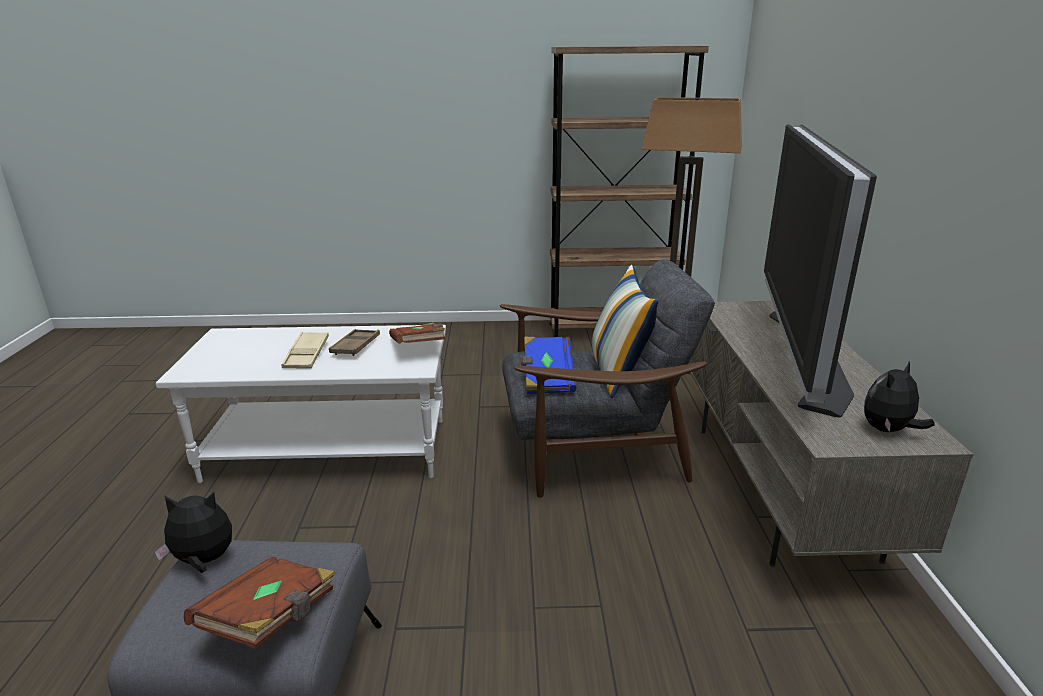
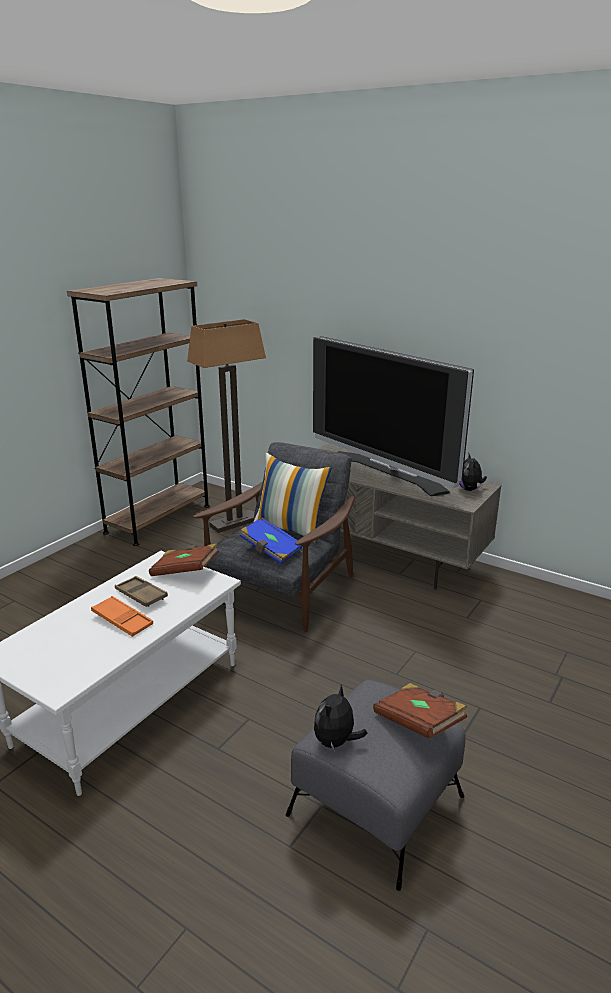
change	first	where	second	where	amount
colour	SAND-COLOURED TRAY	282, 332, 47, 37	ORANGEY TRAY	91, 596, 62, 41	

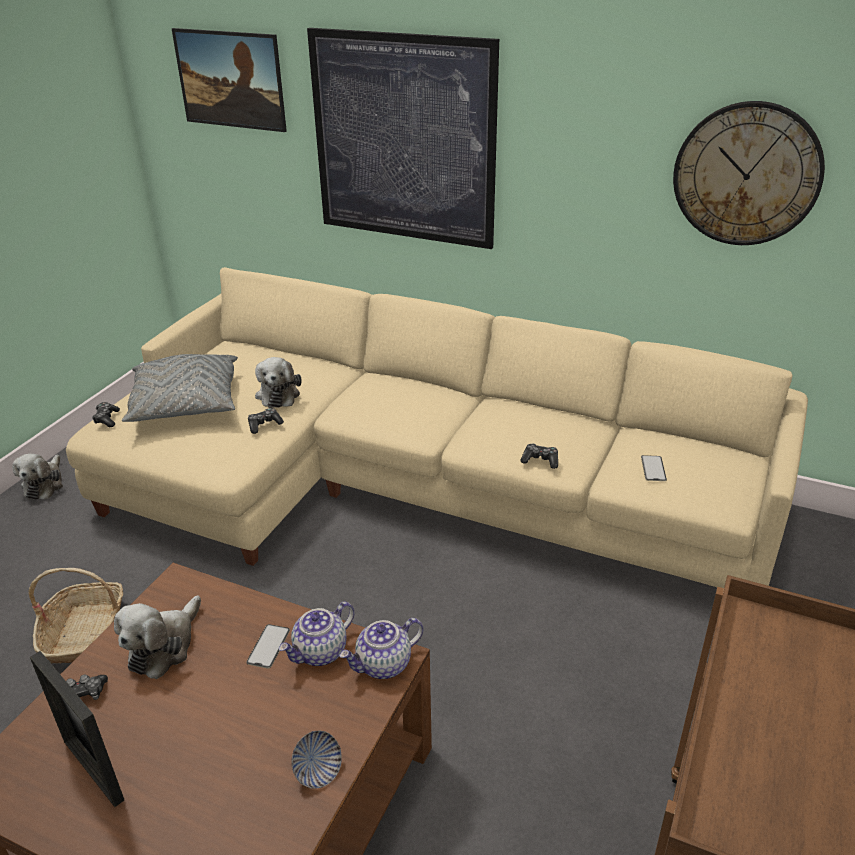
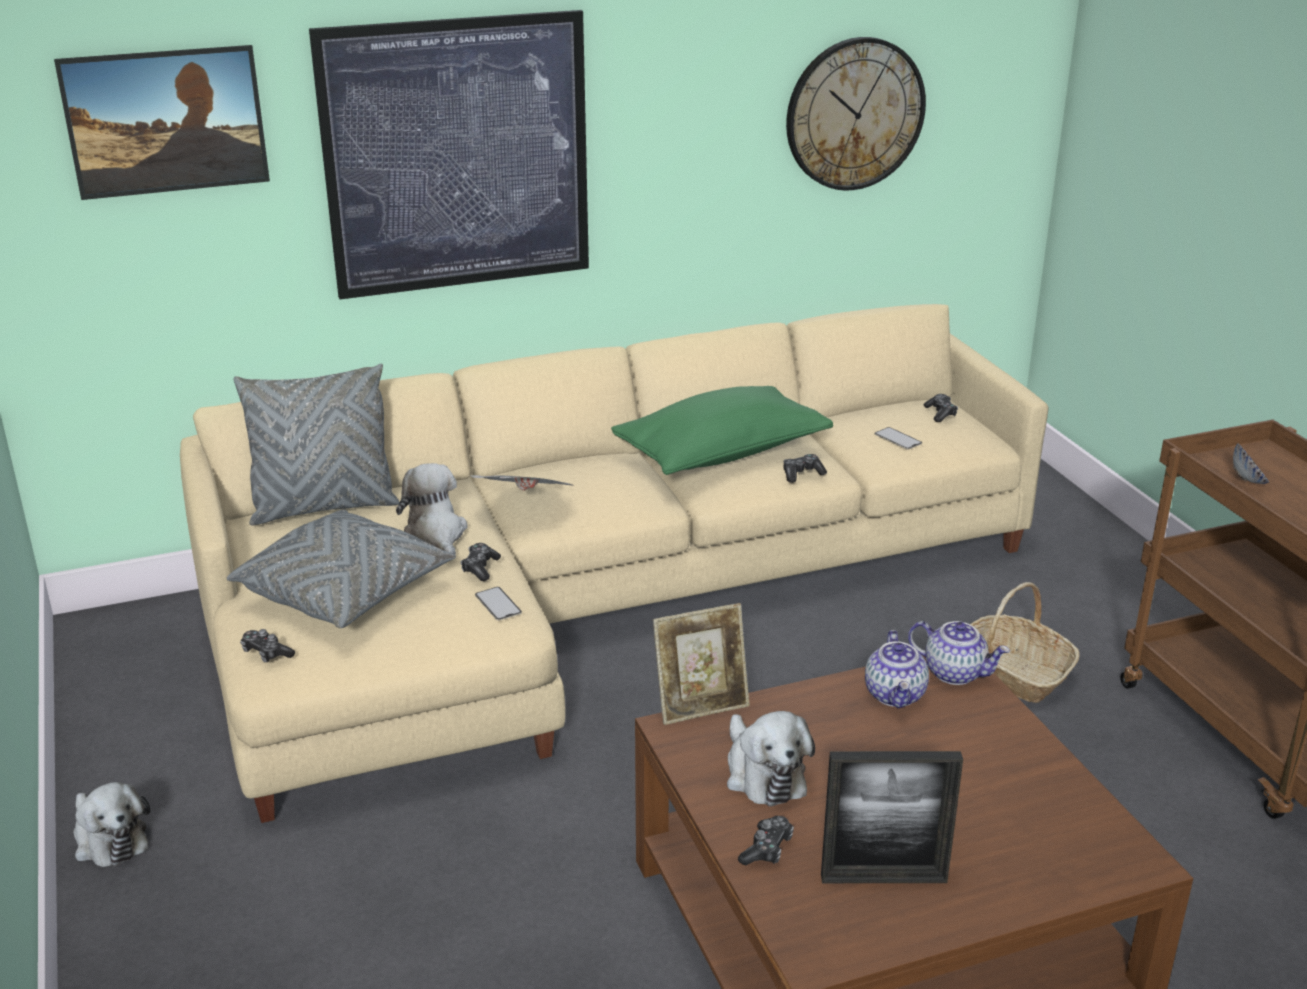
change	first	where	second	where	amount
spun	SOFT TOY	255, 357, 47, 51		396, 463, 72, 92	150 degrees counterclockwise
relocated	HOUSEHOLD BASKET	29, 568, 94, 96		970, 582, 110, 121	
spun	TEA POT	339, 618, 84, 61		908, 621, 102, 64	75 degrees counterclockwise
relocated	HANDSET	246, 624, 44, 45		475, 587, 47, 34	
relocated	BOWL	291, 731, 51, 58		1233, 443, 36, 41	
appeared			GRAY THROW PILLOW	233, 364, 166, 162	
appeared			GREENISH THROW PILLOW	611, 386, 222, 89	
appeared			GAME CONTROLLER	924, 394, 34, 28	
appeared			NEWSPAPER	470, 475, 105, 16	
appeared			STANDING FRAME	653, 603, 97, 122	

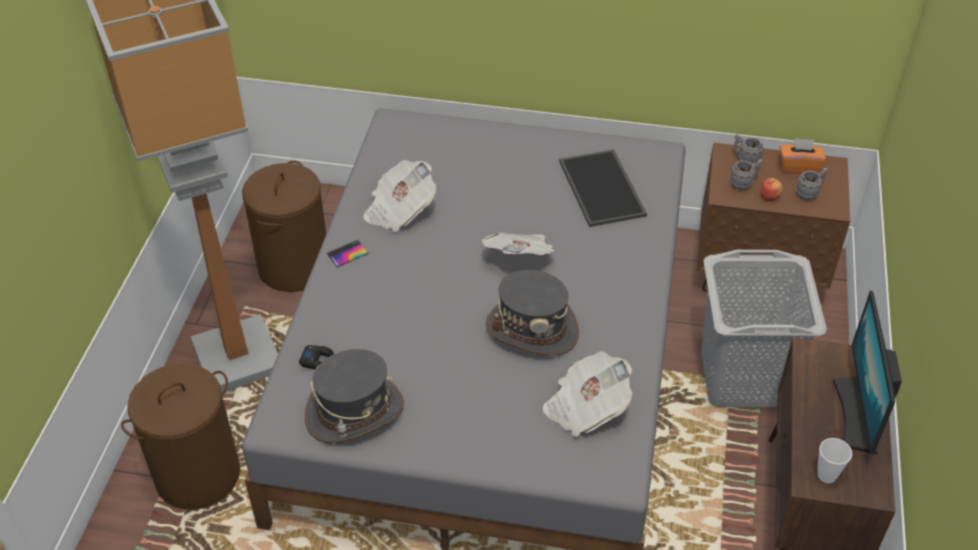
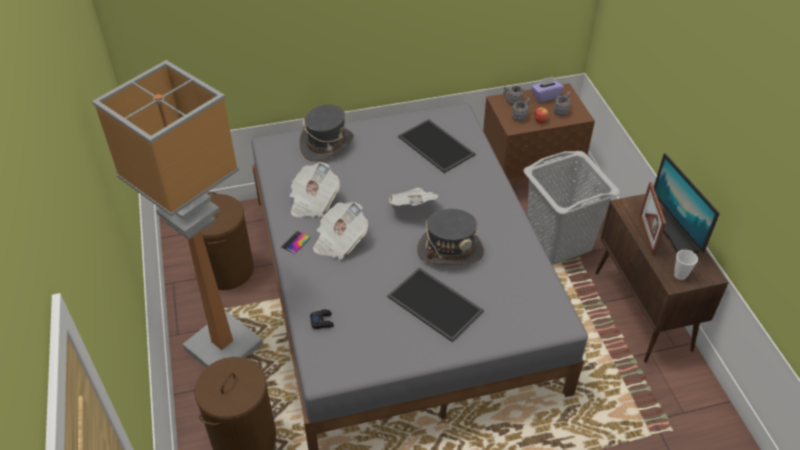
change	first	where	second	where	amount
colour	ORANGEY TISSUE BOX	780, 138, 46, 36	PURPLE-COLOURED TISSUE BOX	531, 76, 33, 27	
relocated	GRAY HAT	305, 349, 99, 94		299, 105, 55, 56	
relocated	NEWSPAPER	543, 351, 89, 86		313, 202, 55, 57	
appeared			STANDING FRAME	640, 182, 26, 74	
appeared			TRAY	388, 267, 96, 75	

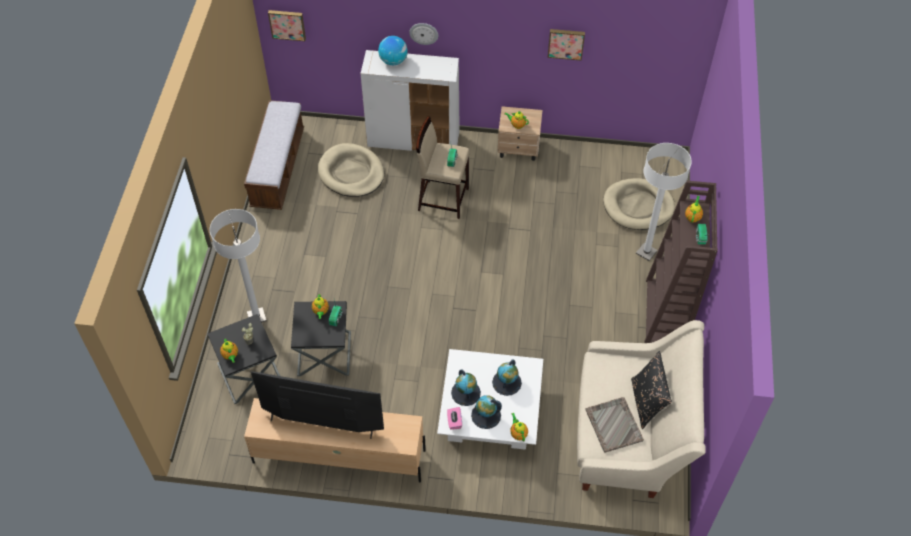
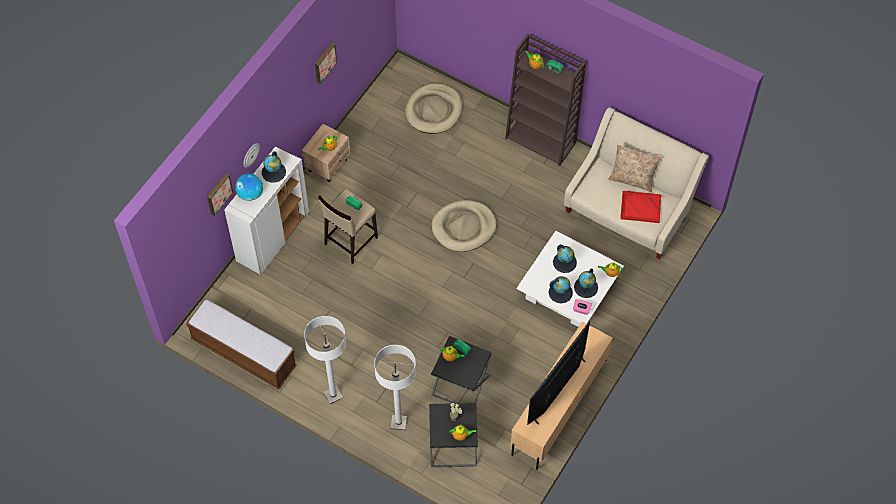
change	first	where	second	where	amount
relocated	PICTURE	268, 10, 38, 31		207, 174, 26, 42	
relocated	SAND-COLOURED DOG BED	318, 143, 66, 54		432, 200, 64, 52	
relocated	WHITE STANDING LAMP	636, 143, 56, 118		304, 316, 42, 88	
colour	BLACK THROW PILLOW	631, 351, 41, 78	SAND-COLOURED THROW PILLOW	609, 145, 52, 47	
colour	GRAY TRAY	586, 397, 58, 56	RED TRAY	620, 191, 41, 32	
appeared			WORLD GLOBE	262, 151, 24, 31	

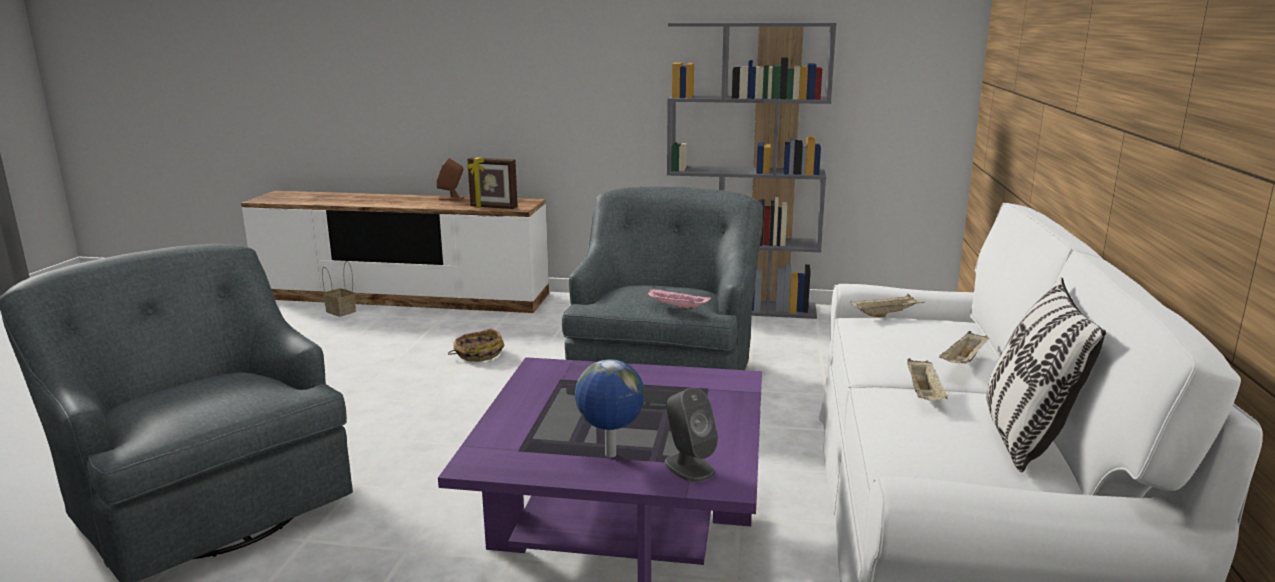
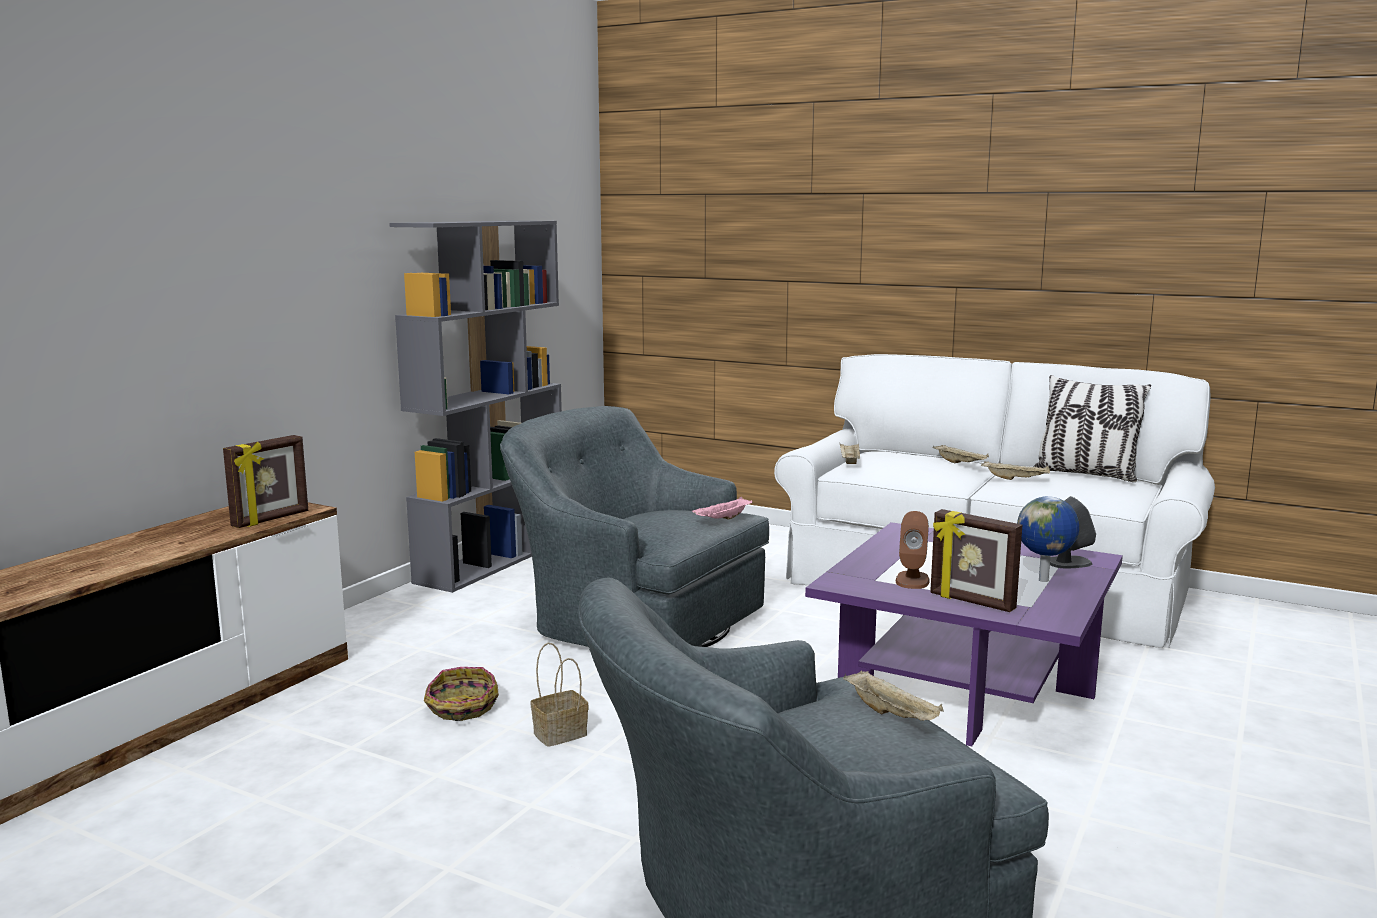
change	first	where	second	where	amount
relocated	BROWN LOUDSPEAKER	437, 158, 27, 42		896, 511, 34, 78	
relocated	HOUSEHOLD BASKET	322, 261, 34, 56		531, 642, 58, 105	
appeared			STANDING FRAME	930, 509, 92, 103	
appeared			SAND-COLOURED TRAY	843, 671, 101, 50	

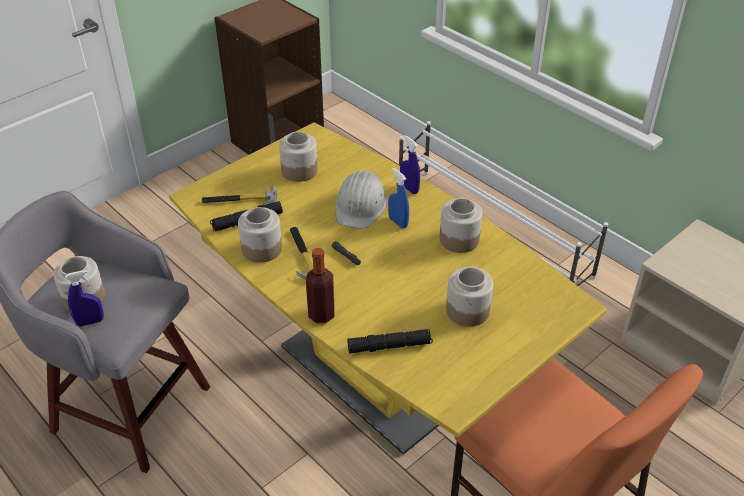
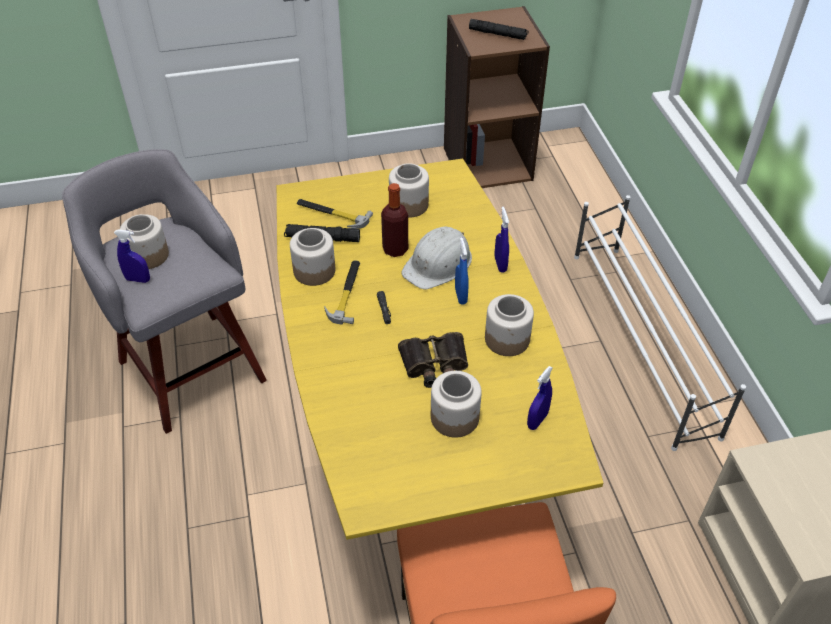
change	first	where	second	where	amount
relocated	DRINK BOTTLE	306, 248, 29, 75		381, 183, 27, 74	
relocated	BLACK HAND TORCH	347, 329, 86, 25		469, 19, 59, 21	
appeared			FIELD GLASSES	398, 332, 70, 56	
appeared			BLUE-COLOURED SPRAY BOTTLE	527, 366, 26, 64	

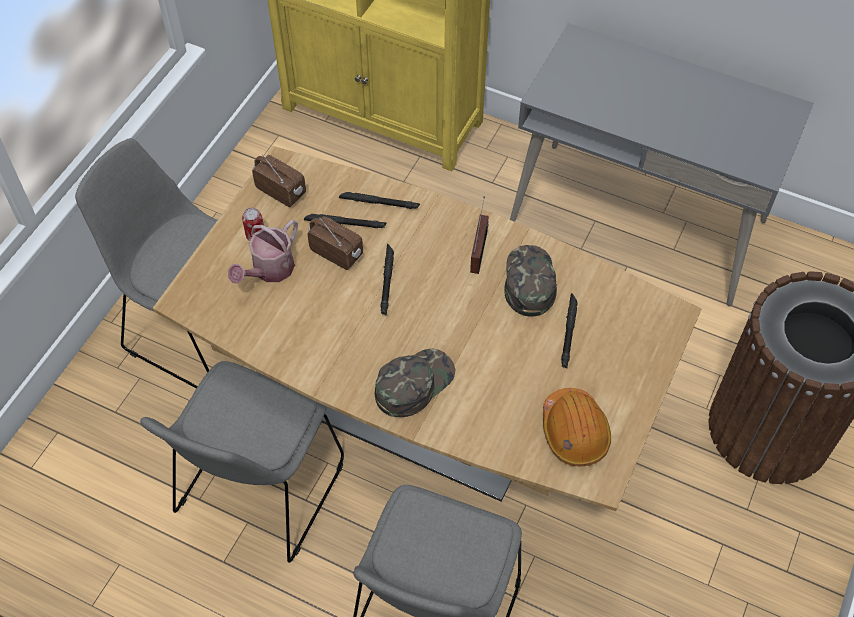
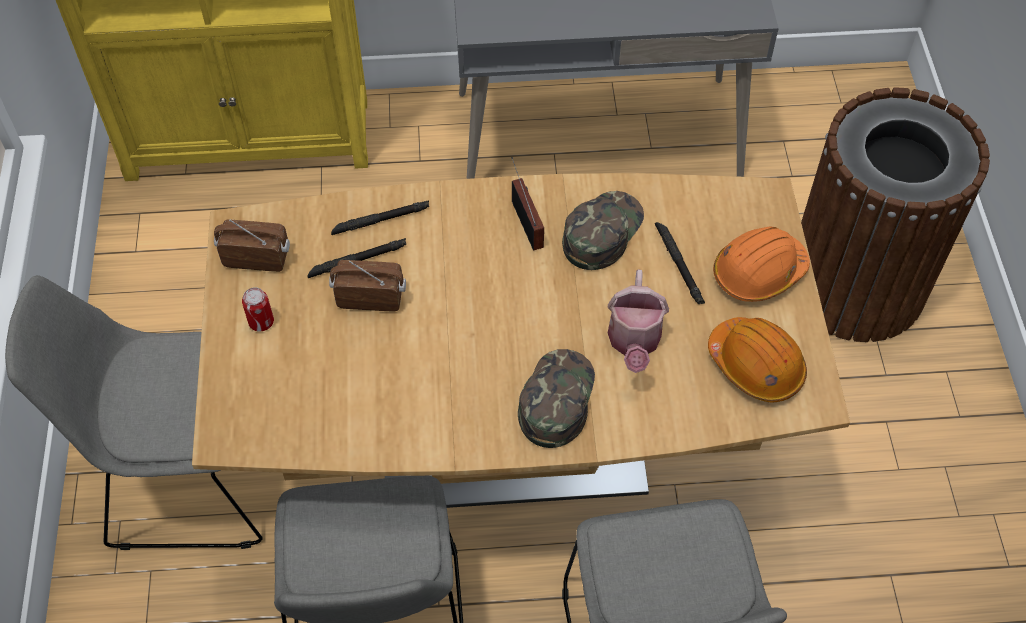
change	first	where	second	where	amount
relocated	WATERING POT	228, 220, 70, 64		608, 269, 61, 104	
missing	BLACK HAND TORCH	380, 244, 14, 71			
spun	GREENISH PEAKED CAP	504, 245, 53, 72		562, 191, 82, 79	60 degrees clockwise
appeared			ORANGEY WORK HELMET	713, 227, 97, 75	

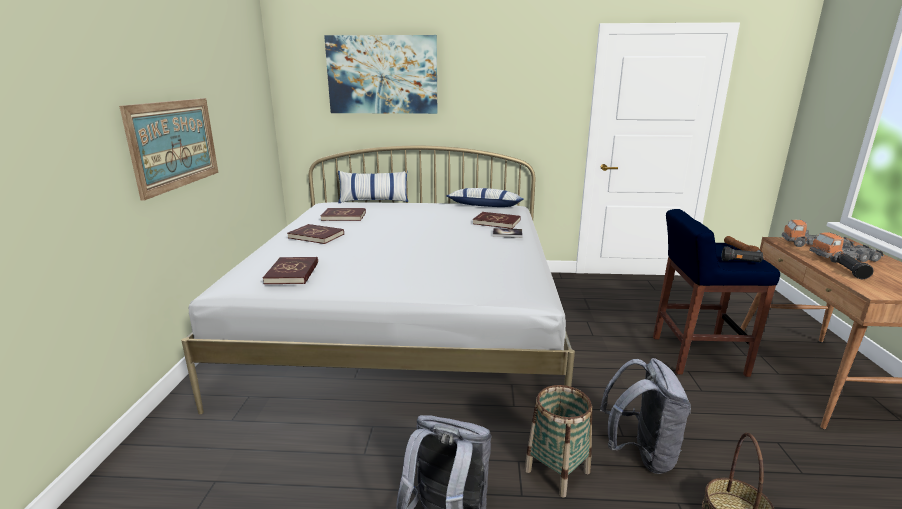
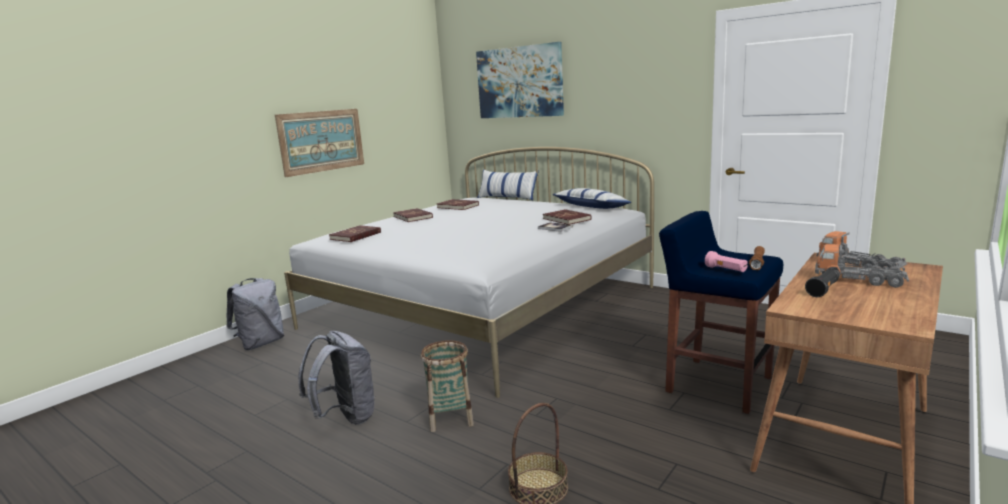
change	first	where	second	where	amount
colour	BLACK HAND TORCH	722, 246, 41, 17	PINK-COLOURED HAND TORCH	705, 251, 43, 21	
relocated	GRAY BACKPACK	600, 358, 91, 116		226, 278, 58, 72	

